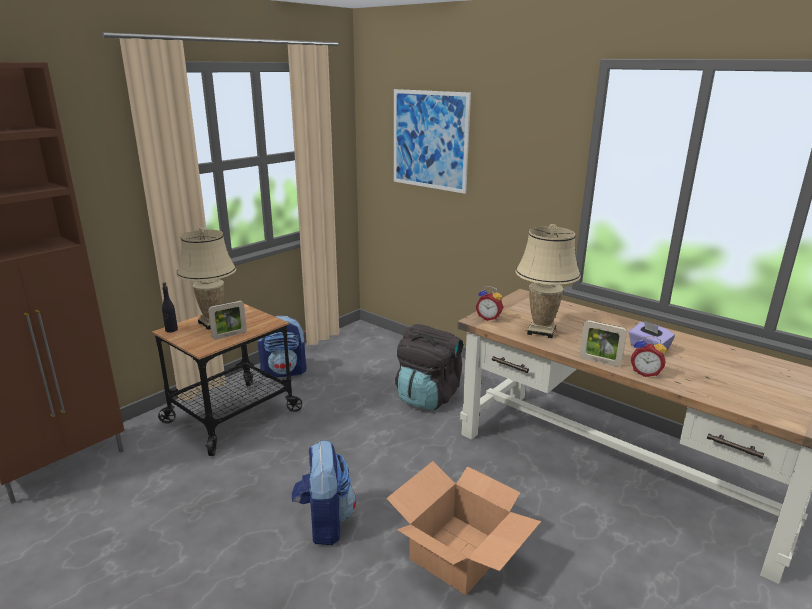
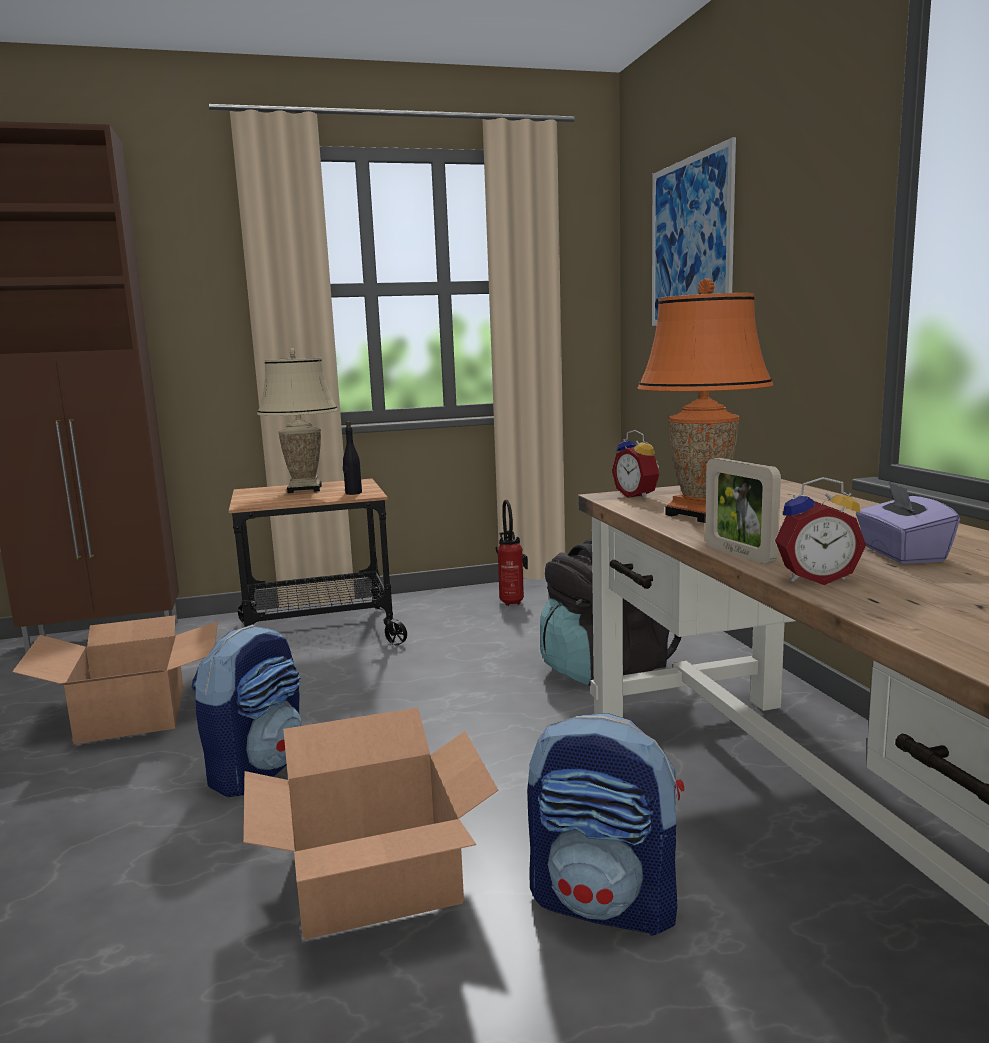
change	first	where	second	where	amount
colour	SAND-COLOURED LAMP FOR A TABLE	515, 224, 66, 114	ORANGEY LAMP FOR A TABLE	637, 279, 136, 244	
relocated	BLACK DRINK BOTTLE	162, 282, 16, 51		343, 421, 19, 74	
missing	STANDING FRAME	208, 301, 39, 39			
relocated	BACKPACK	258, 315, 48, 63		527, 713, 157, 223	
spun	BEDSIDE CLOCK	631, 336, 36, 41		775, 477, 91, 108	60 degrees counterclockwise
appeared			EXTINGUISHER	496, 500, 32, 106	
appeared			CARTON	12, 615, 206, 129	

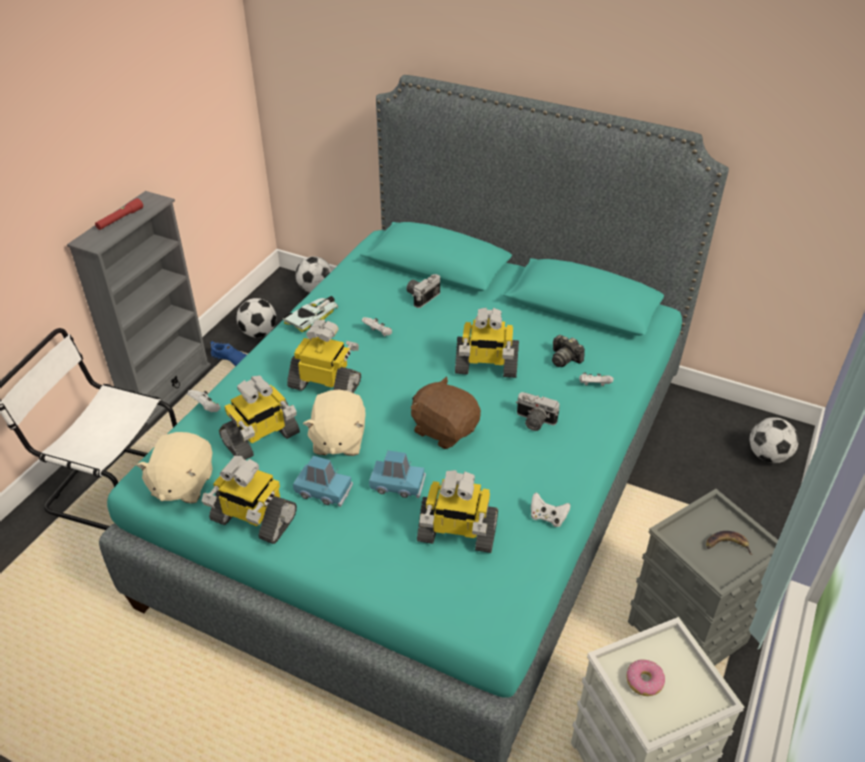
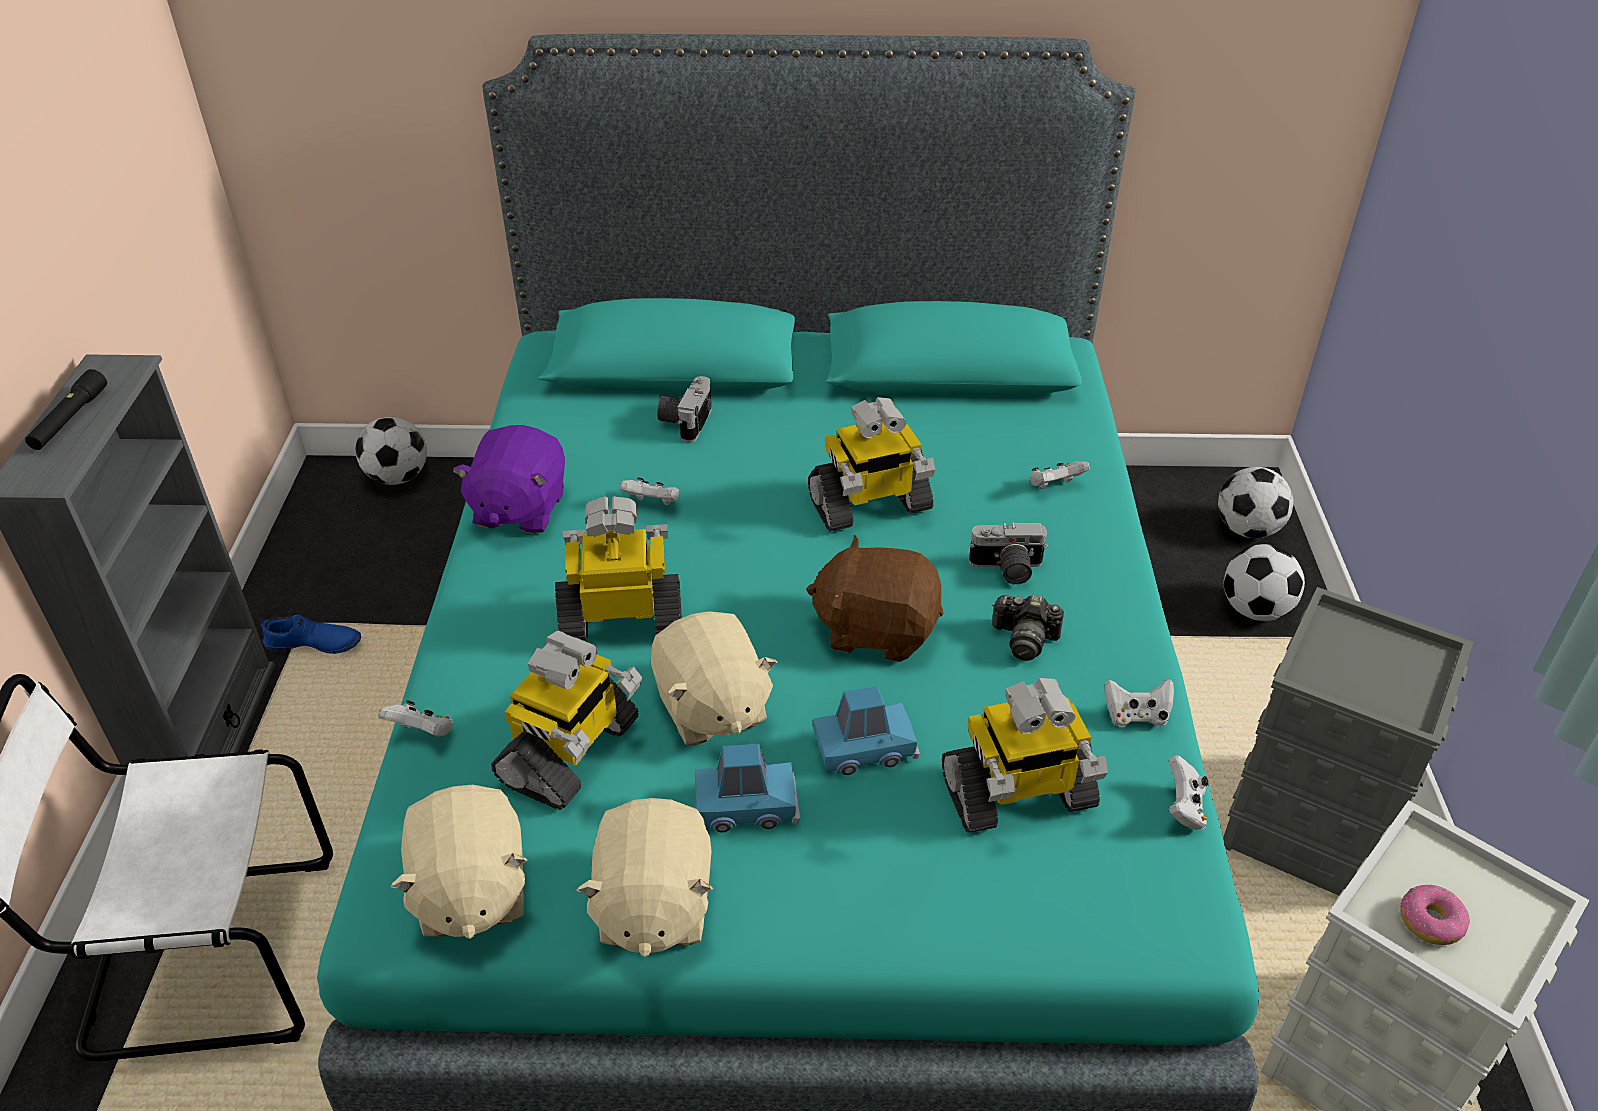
change	first	where	second	where	amount
colour	RED HAND TORCH	95, 198, 48, 32	BLACK HAND TORCH	25, 369, 82, 81	
exchanged	MINIATURE CAR	283, 296, 55, 36	PURPLE-COLOURED SOFT TOY	452, 425, 113, 109	
relocated	FOOTBALL	236, 298, 40, 40		1223, 544, 82, 77	
relocated	PHOTO CAMERA	552, 335, 33, 32		992, 595, 72, 66	
exchanged	ROBOT FIGURE	201, 456, 96, 88	SAND-COLOURED SOFT TOY	576, 798, 137, 159	
missing	WHOLE BANANA	706, 531, 46, 24			
appeared			WHITE GAME CONTROLLER	1168, 755, 40, 75	

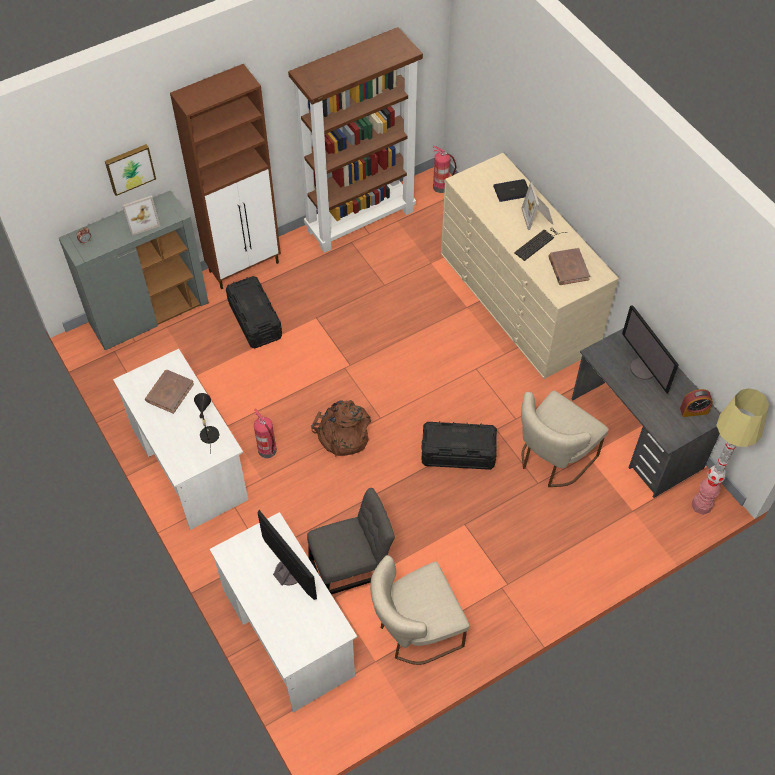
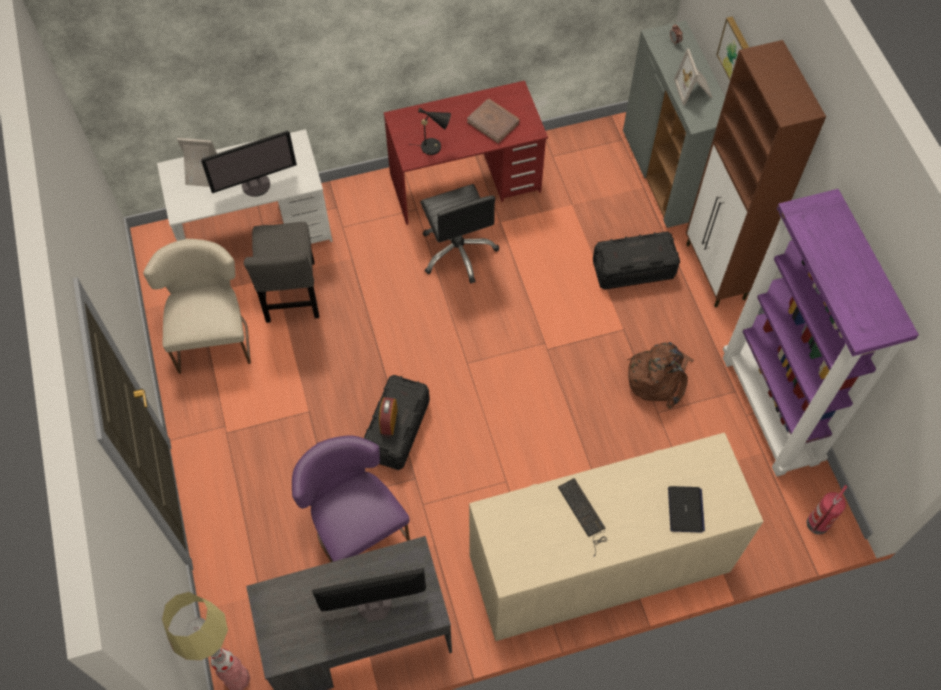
change	first	where	second	where	amount
colour	BROWN BOOKCASE	288, 27, 135, 226	PURPLE-COLOURED BOOKCASE	723, 189, 196, 288	
relocated	STANDING FRAME	521, 183, 32, 47		177, 138, 40, 49	
missing	BROWN VOLUME	548, 248, 42, 37			
colour	WHITE DESK	113, 349, 135, 181	RED DESK	384, 81, 164, 144	
relocated	BEDSIDE CLOCK	680, 389, 33, 28		379, 397, 19, 38	
colour	SAND-COLOURED PLAIN CHAIR	521, 391, 88, 96	PURPLE-COLOURED PLAIN CHAIR	292, 436, 118, 126	
relocated	BROWN BACKPACK	311, 400, 60, 57		627, 342, 67, 67	
exchanged	EXTINGUISHER	254, 409, 23, 49	BLACK DESK CHAIR	420, 184, 79, 99	

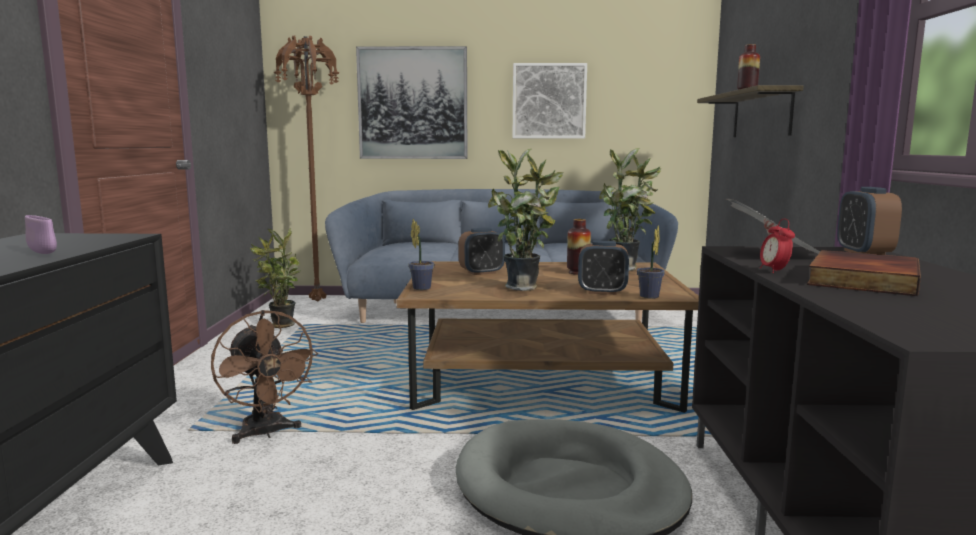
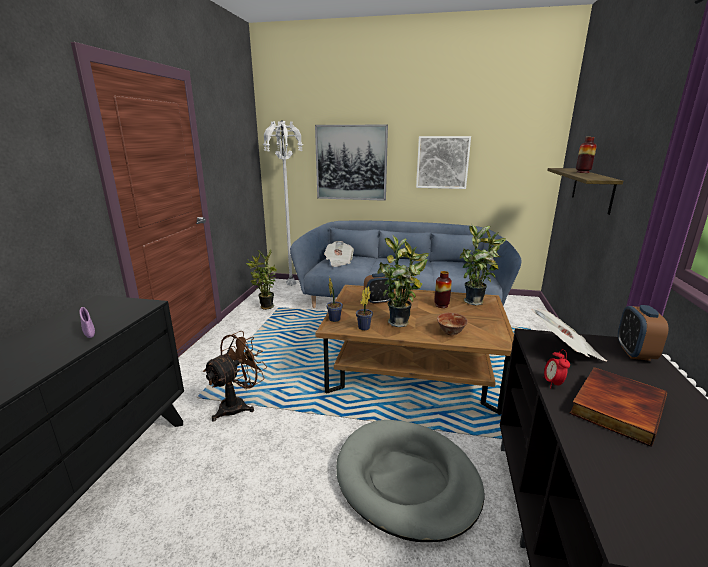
change	first	where	second	where	amount
colour	BROWN STANDING LAMP	274, 36, 65, 265	WHITE STANDING LAMP	263, 120, 40, 166	
relocated	PLANT IN A POT	637, 225, 28, 74		356, 286, 17, 44	
exchanged	BEDSIDE CLOCK	578, 241, 51, 54	BOWL	437, 313, 31, 23	
spun	BROWN ELECTRIC FAN	211, 310, 107, 134		203, 331, 64, 91	120 degrees counterclockwise
appeared			NEWSPAPER	324, 241, 30, 26	

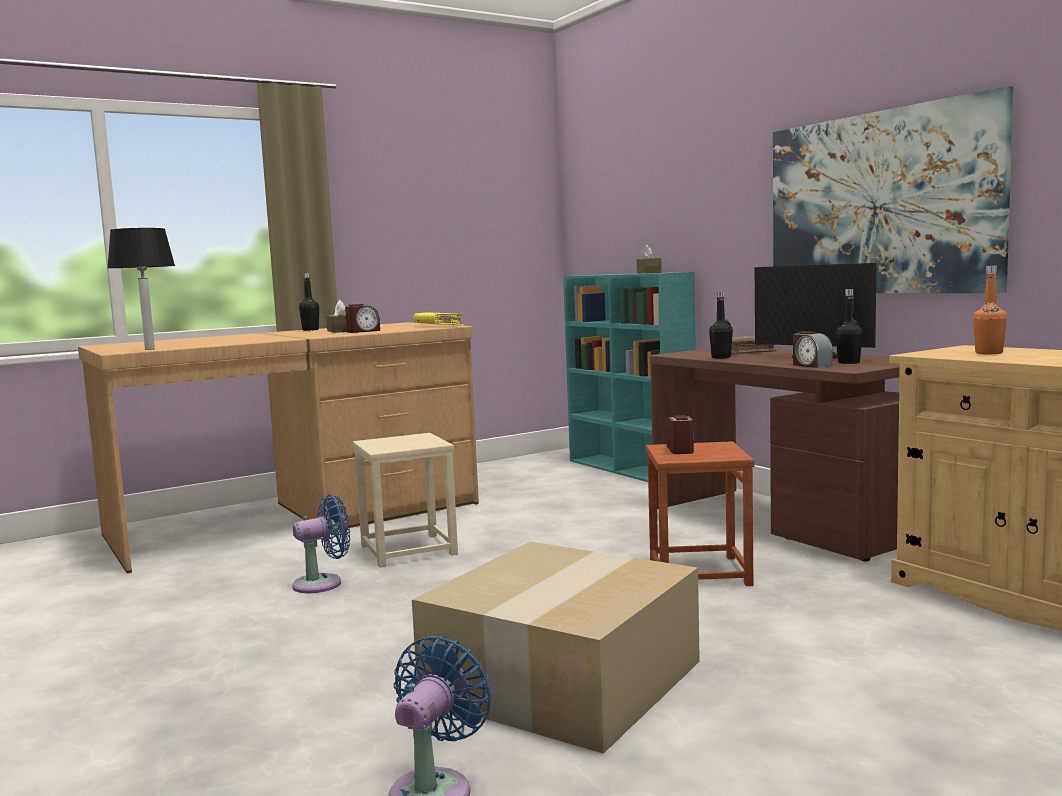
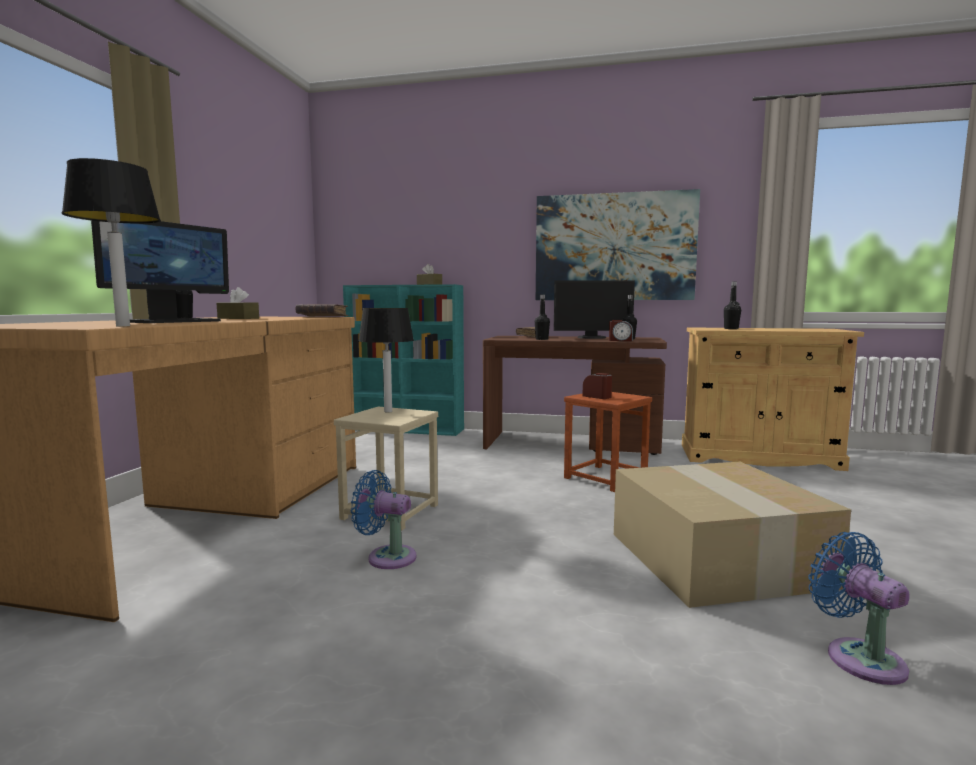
change	first	where	second	where	amount
colour	ORANGEY DRINK BOTTLE	973, 265, 34, 89	BLACK DRINK BOTTLE	724, 281, 17, 48	
missing	BEDSIDE CLOCK	345, 304, 35, 29			
colour	YELLOW VOLUME	414, 313, 50, 13	BROWN VOLUME	296, 305, 52, 12	
spun	BLUE-COLOURED ELECTRIC FAN	292, 494, 58, 99		351, 470, 66, 99	90 degrees counterclockwise
appeared			COMPUTER DISPLAY	91, 221, 138, 102	
appeared			LAMP FOR A TABLE	358, 308, 56, 105	

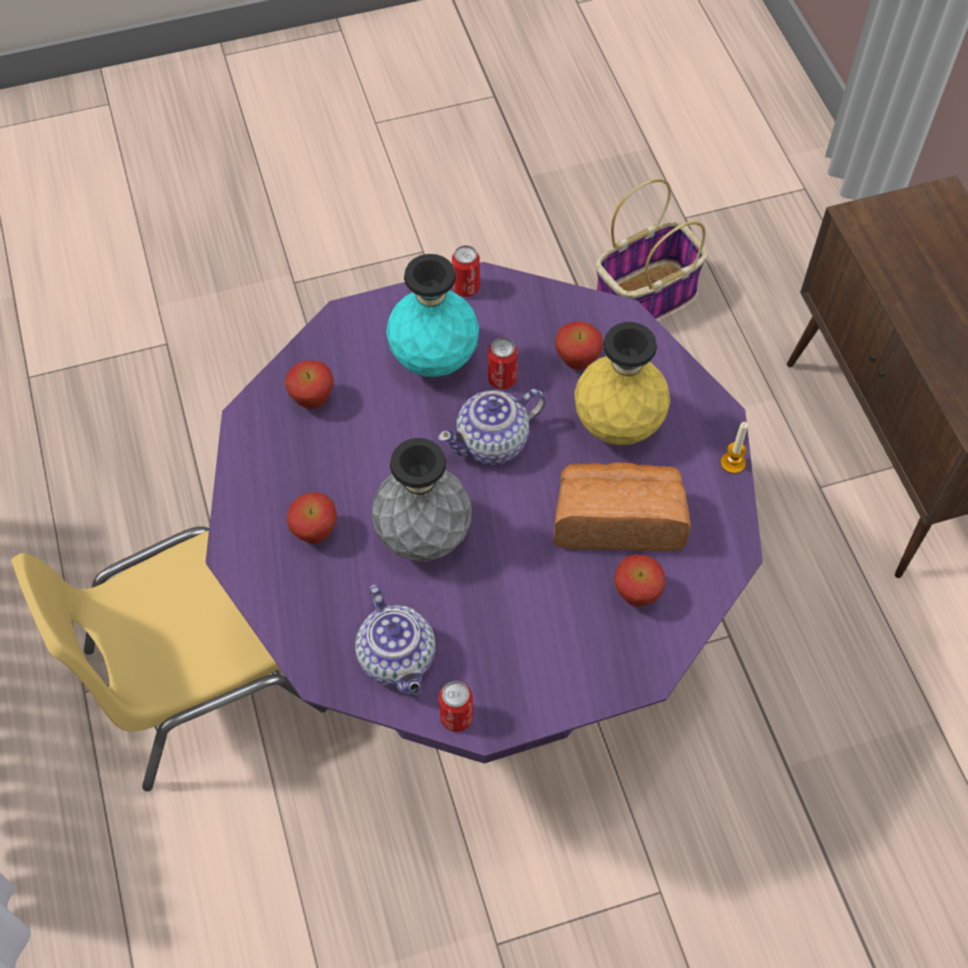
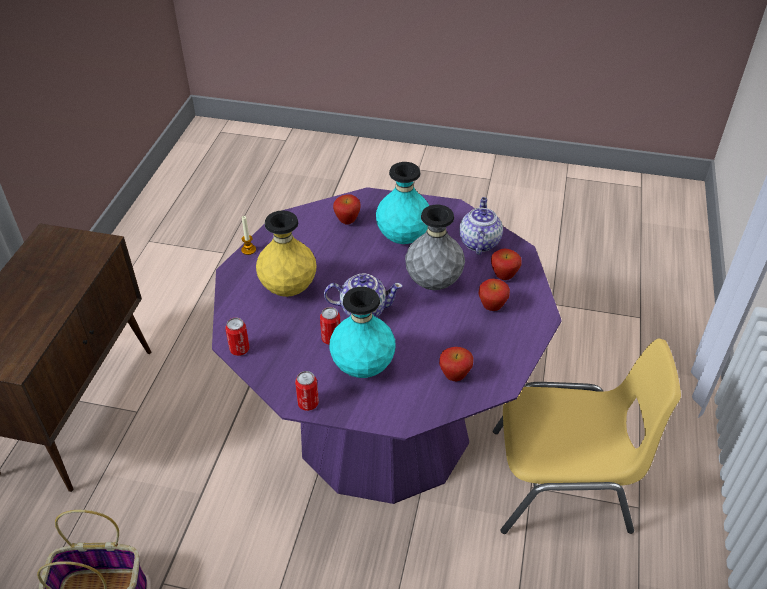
change	first	where	second	where	amount
relocated	APPLE	555, 321, 48, 49		491, 248, 31, 32	
missing	BREAD	553, 463, 138, 88			
relocated	SEALED CAN	439, 681, 34, 51		225, 318, 24, 38	
appeared			BLUE-GREEN FLOWER VASE	376, 162, 54, 82	

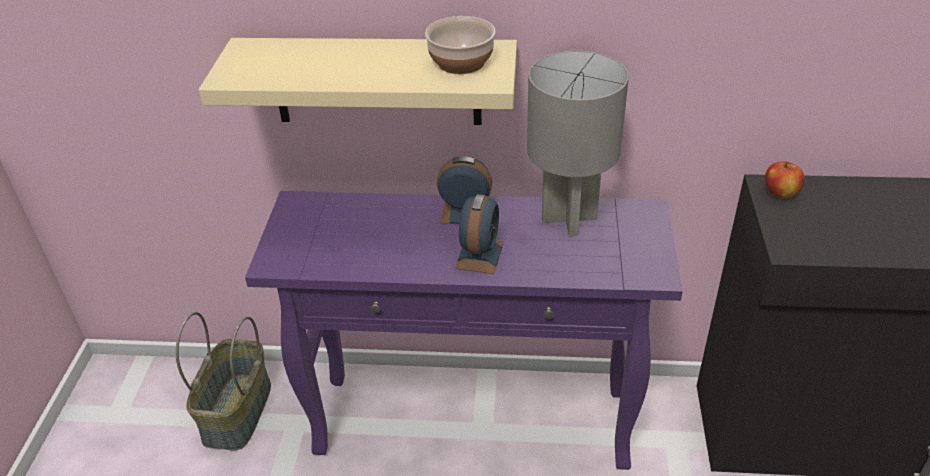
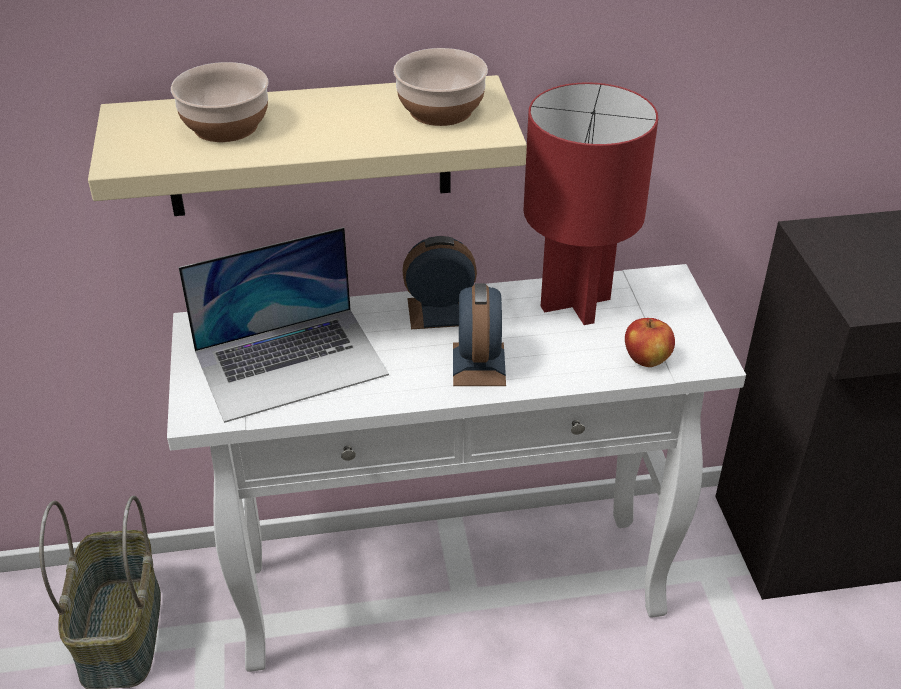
change	first	where	second	where	amount
colour	GRAY LAMP FOR A TABLE	527, 51, 102, 186	RED LAMP FOR A TABLE	523, 82, 135, 243	
relocated	APPLE	765, 161, 40, 38		625, 318, 50, 49	
colour	PURPLE-COLOURED CONSOLE TABLE	245, 191, 438, 279	WHITE CONSOLE TABLE	167, 264, 579, 408	
appeared			BOWL	171, 62, 98, 80	
appeared			NOTEBOOK COMPUTER	179, 227, 210, 196	

